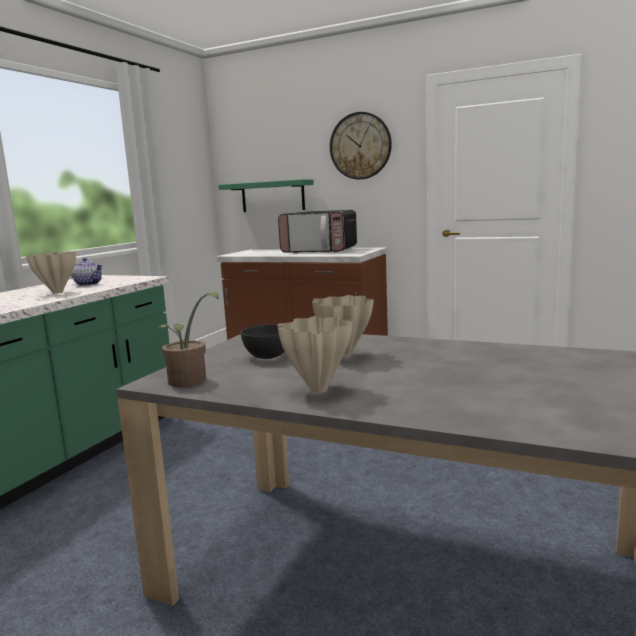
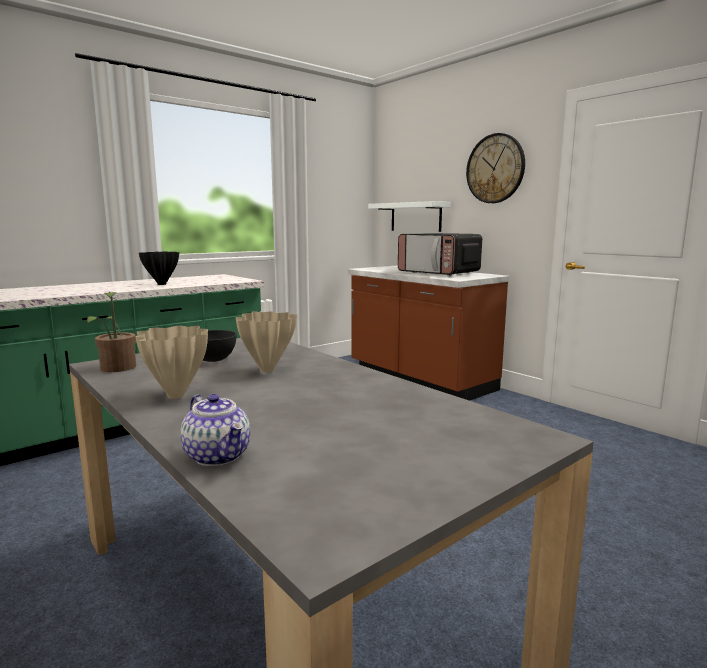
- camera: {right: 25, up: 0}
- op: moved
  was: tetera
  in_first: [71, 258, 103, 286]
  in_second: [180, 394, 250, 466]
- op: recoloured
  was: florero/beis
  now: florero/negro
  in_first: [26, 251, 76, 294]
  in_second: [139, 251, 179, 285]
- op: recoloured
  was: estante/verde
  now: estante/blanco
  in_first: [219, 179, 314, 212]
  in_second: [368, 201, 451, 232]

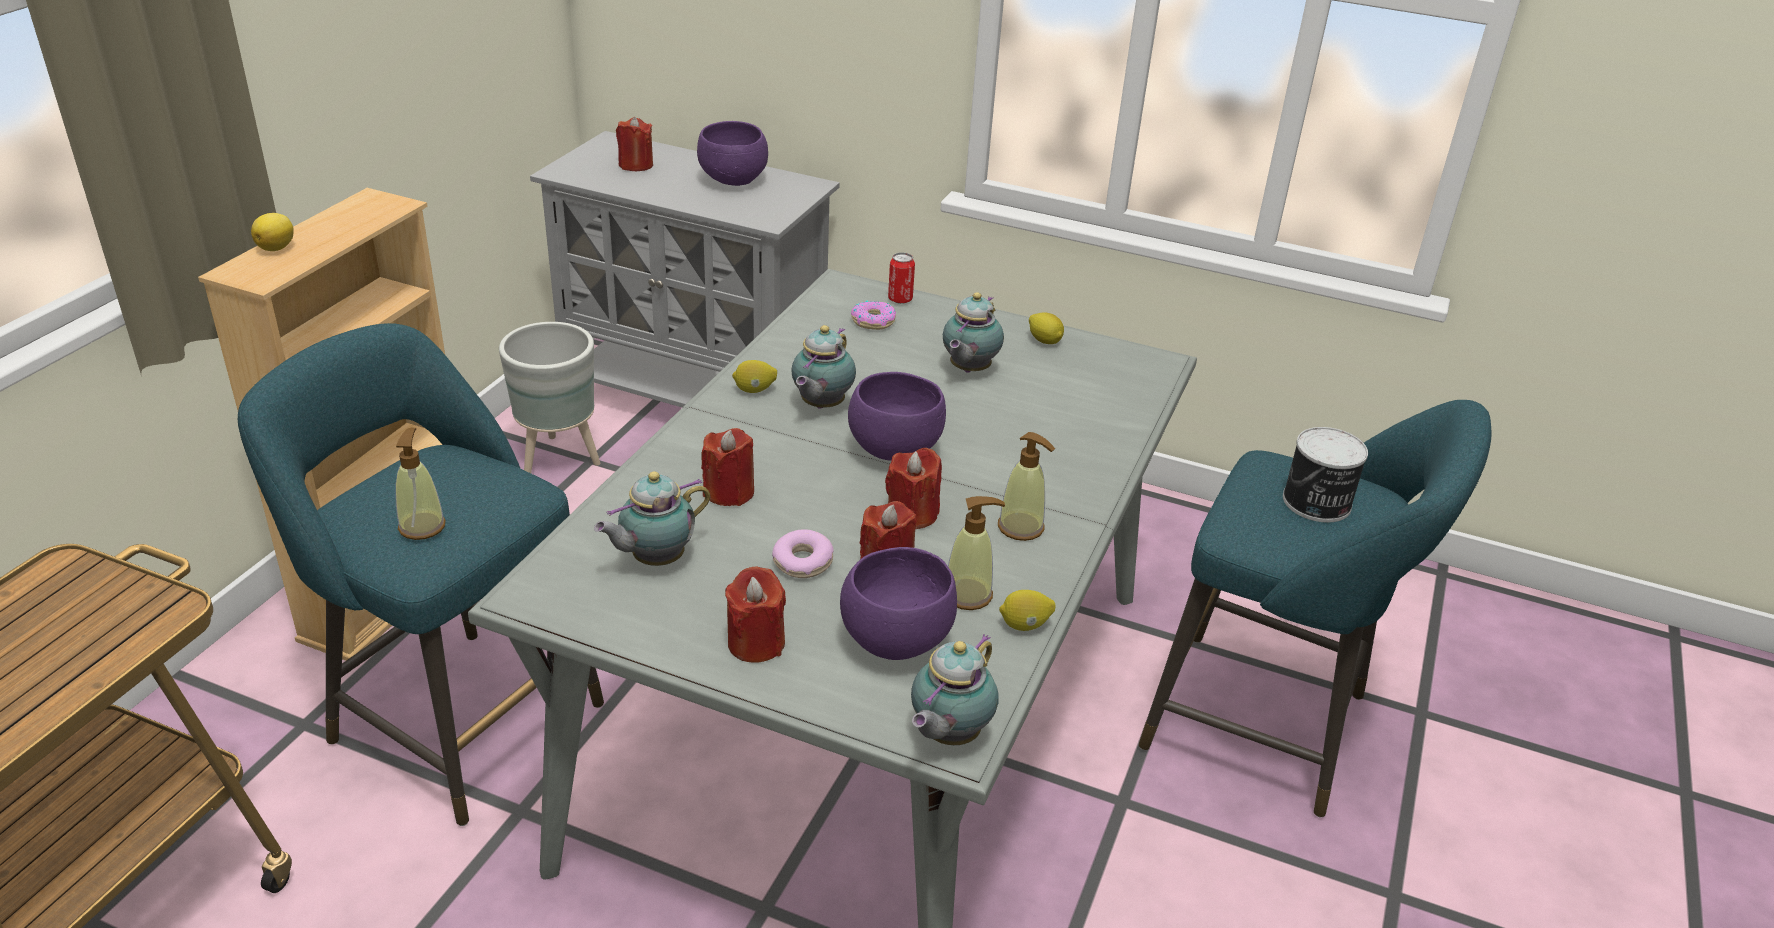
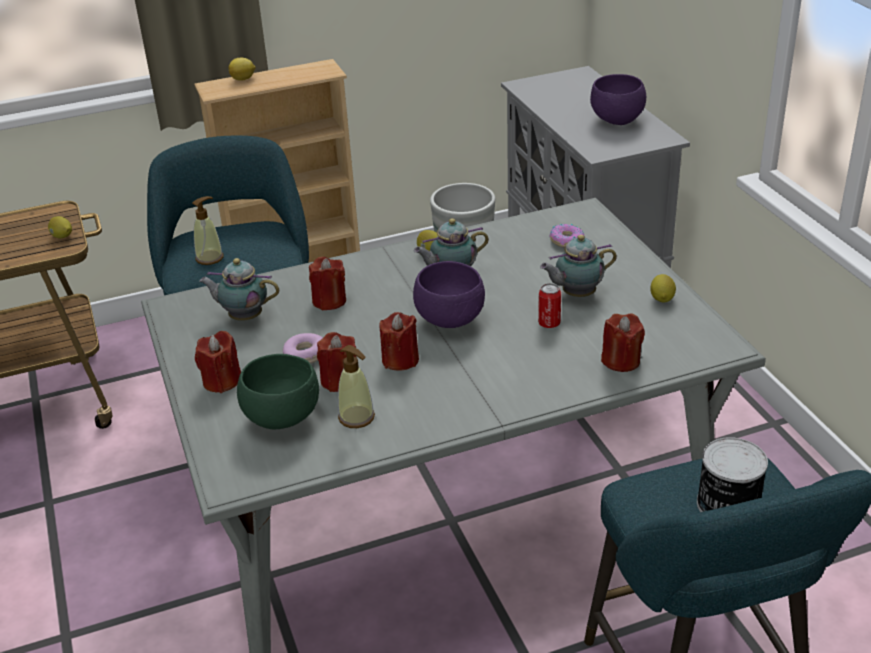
- camera: {right: 50, up: 0}
- op: removed
  was: tetera
  in_first: [911, 634, 999, 745]
- op: removed
  was: dispensador de jabón
  in_first: [998, 432, 1055, 541]
- op: moved
  was: vela/rojo
  in_first: [616, 117, 653, 171]
  in_second: [601, 313, 645, 372]
- op: moved
  was: lata
  in_first: [888, 252, 915, 304]
  in_second: [538, 283, 561, 328]
- op: moved
  was: limón
  in_first: [999, 590, 1055, 631]
  in_second: [48, 216, 72, 238]
- op: recoloured
  was: cuenco/morado
  now: cuenco/verde
  in_first: [840, 547, 957, 660]
  in_second: [237, 354, 319, 430]

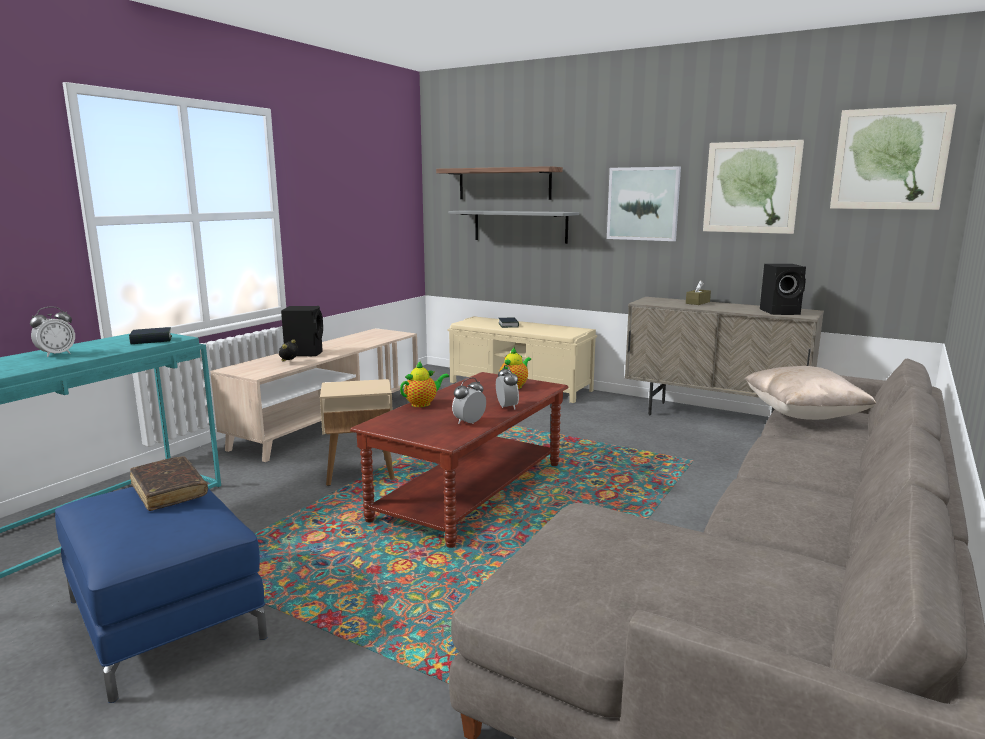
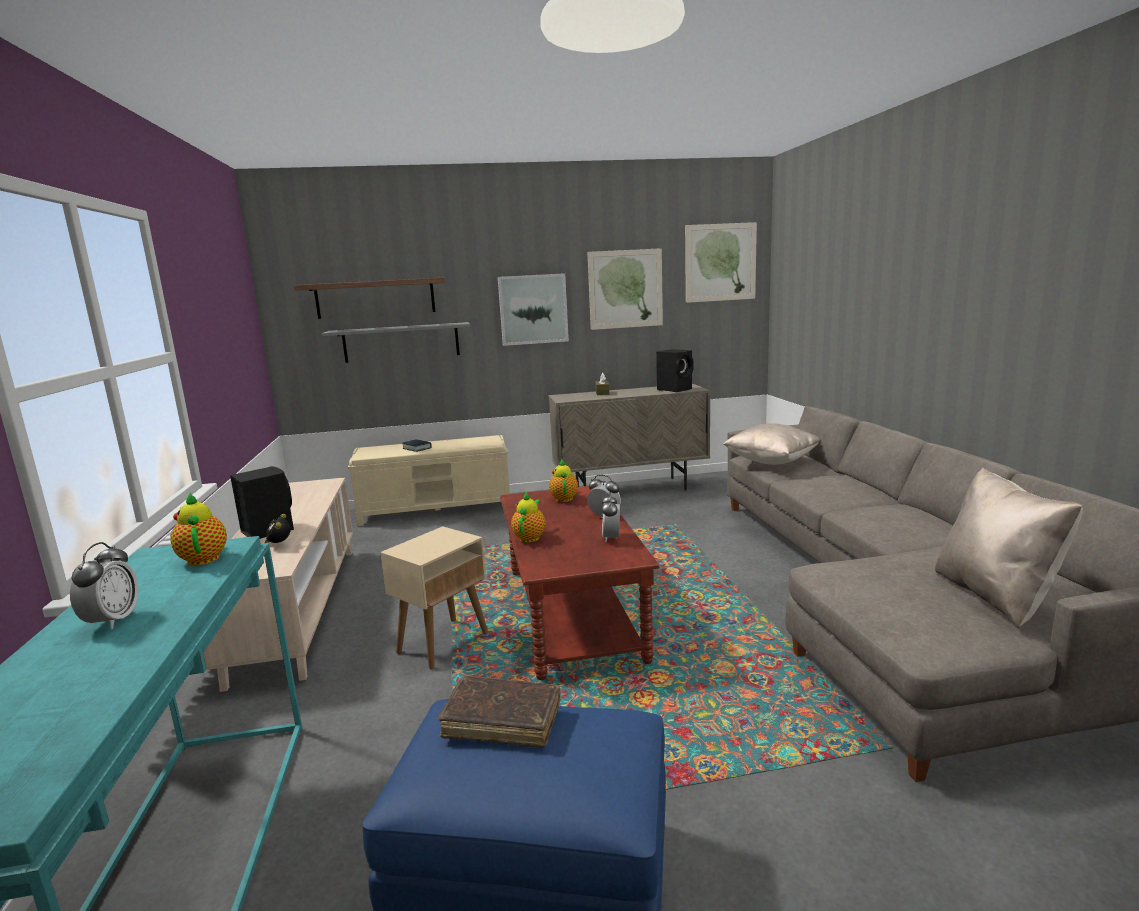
- camera: {right: -40, up: 0}
- op: added
  now: cojín/beis
  in_second: [935, 467, 1083, 628]
- op: replaced
  was: libro
  now: tetera
  in_first: [129, 327, 172, 344]
  in_second: [170, 492, 227, 566]

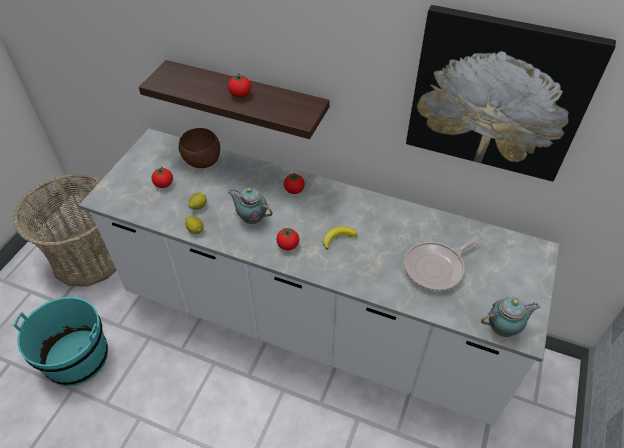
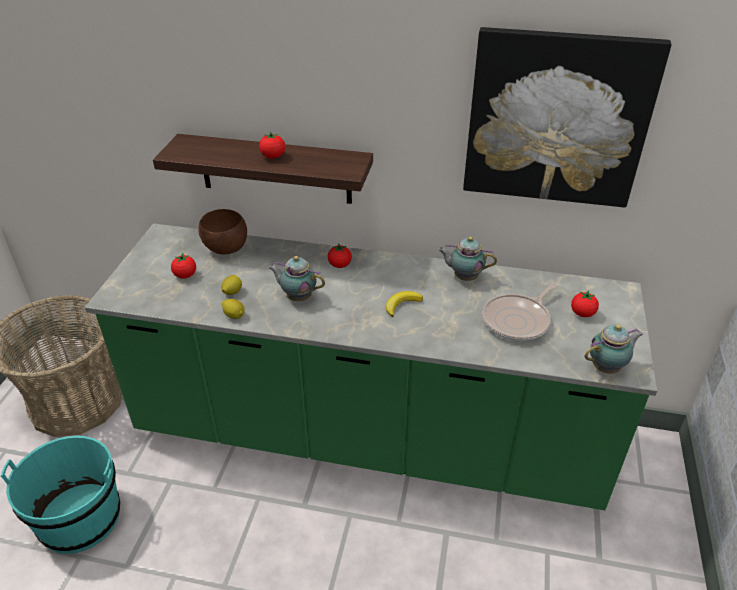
- camera: {right: -10, up: -10}
- op: added
  now: tetera
  in_second: [438, 237, 497, 281]
- op: moved
  was: tomate
  in_first: [276, 228, 299, 250]
  in_second: [571, 290, 599, 317]
- op: recoloured
  was: mueble bajo de cocina/blanco
  now: mueble bajo de cocina/verde
  in_first: [79, 129, 560, 426]
  in_second: [85, 224, 657, 510]

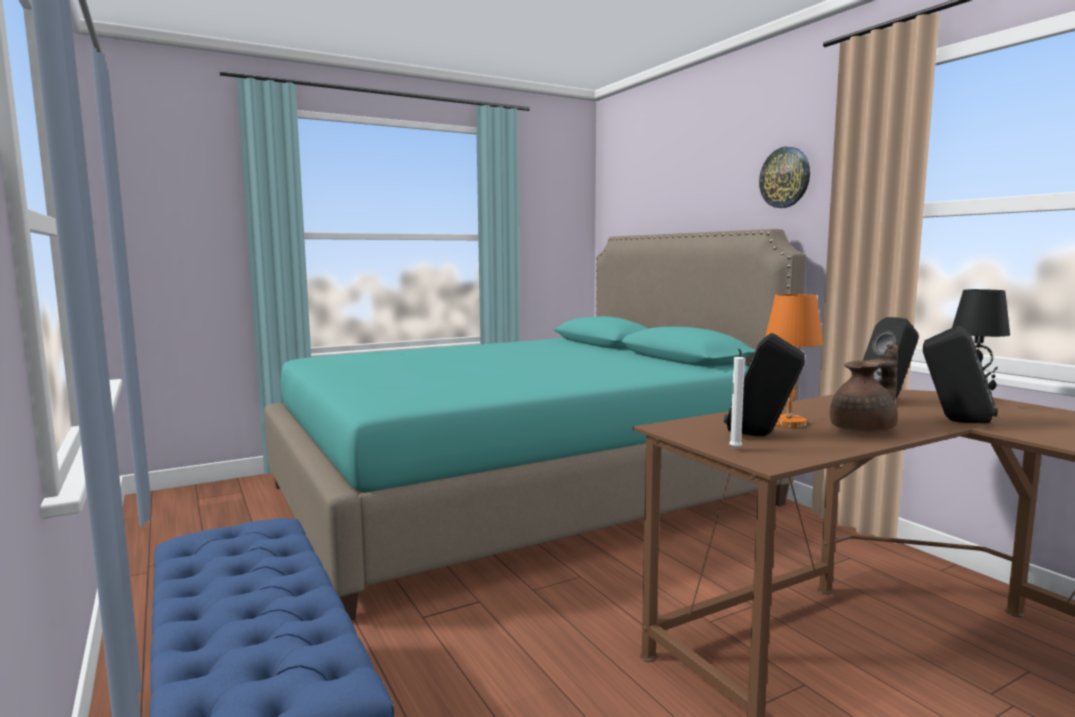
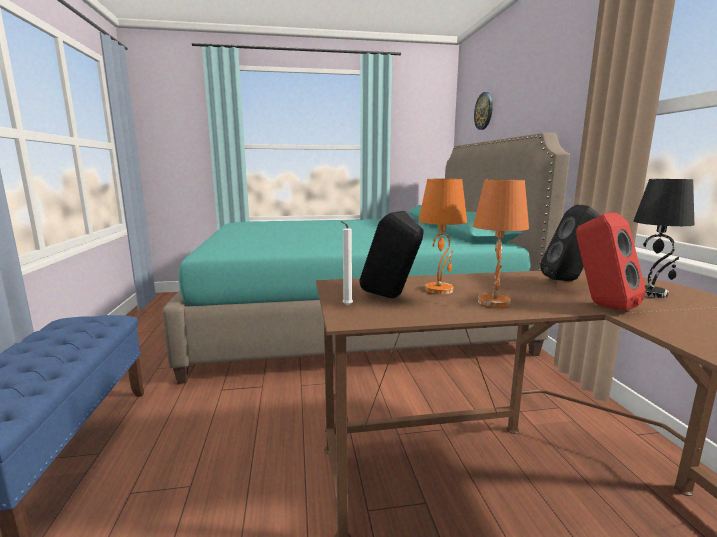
- camera: {right: 20, up: 5}
- op: moved
  was: reloj de pared
  in_first: [759, 147, 810, 208]
  in_second: [474, 92, 493, 130]
- op: replaced
  was: tetera/marrón
  now: lámpara de mesa/naranja
  in_first: [830, 344, 898, 433]
  in_second: [473, 179, 529, 308]
- op: recoloured
  was: altavoz/negro
  now: altavoz/rojo
  in_first: [923, 326, 998, 423]
  in_second: [576, 213, 646, 311]

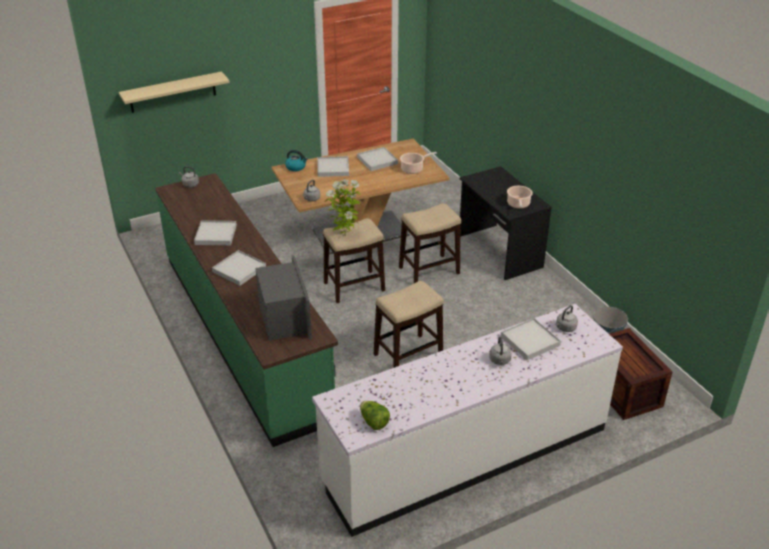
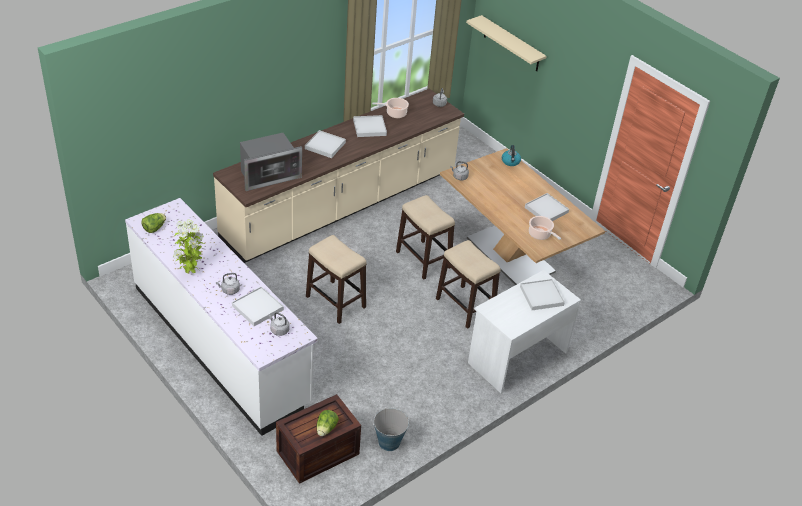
- camera: {right: 75, up: 5}
- op: added
  now: lechuga
  in_second: [317, 410, 339, 436]
- op: moved
  was: bandeja/blanco
  in_first: [318, 156, 349, 177]
  in_second: [520, 279, 565, 310]
- op: moved
  was: planta en maceta
  in_first: [325, 179, 360, 235]
  in_second: [173, 219, 205, 274]
- op: moved
  was: olla
  in_first: [507, 186, 533, 209]
  in_second: [372, 98, 409, 118]
- op: recoloured
  was: mueble bajo de cocina/verde
  now: mueble bajo de cocina/beis
  in_first: [155, 173, 338, 447]
  in_second: [213, 89, 464, 263]
- op: recoloured
  was: escritorio/negro
  now: escritorio/blanco
  in_first: [460, 166, 552, 280]
  in_second: [468, 270, 581, 393]

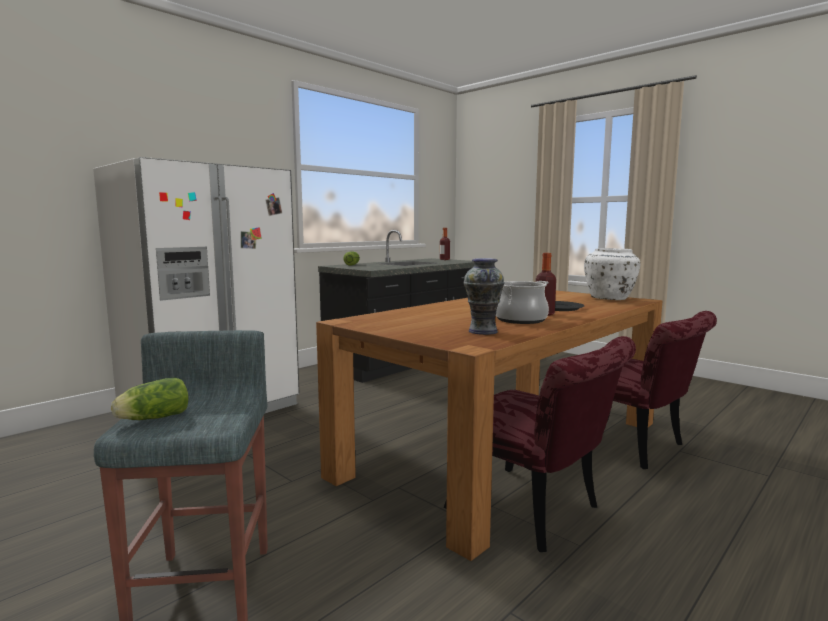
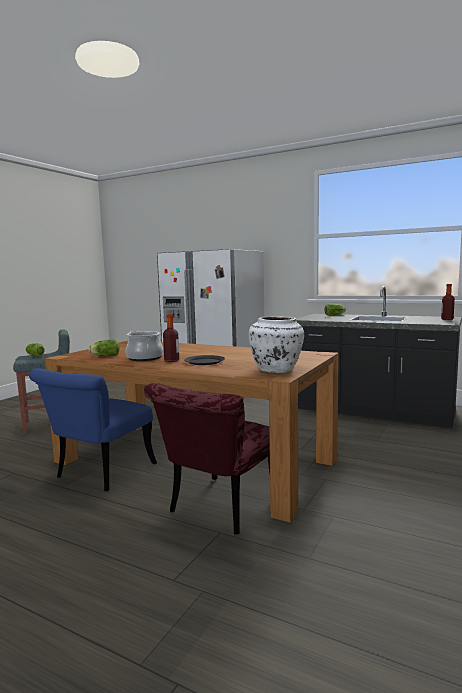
- camera: {right: 75, up: 0}
- op: replaced
  was: florero
  now: lechuga
  in_first: [463, 258, 504, 335]
  in_second: [89, 339, 119, 356]
- op: recoloured
  was: silla/rojo
  now: silla/azul
  in_first: [444, 336, 636, 552]
  in_second: [29, 368, 157, 491]

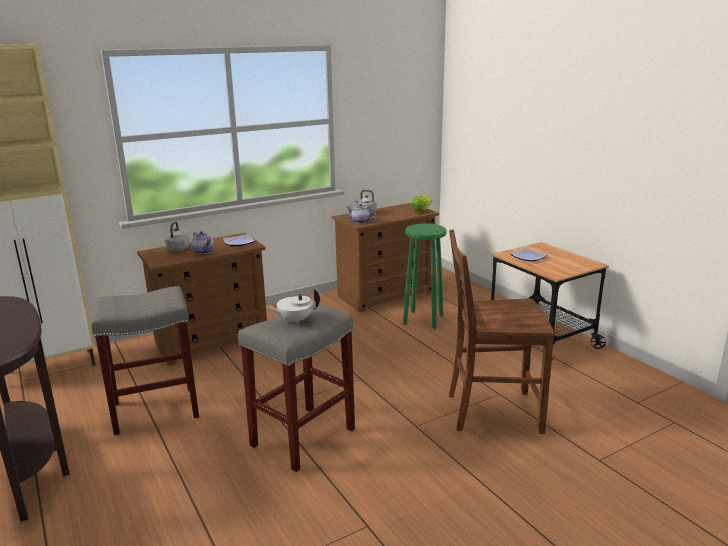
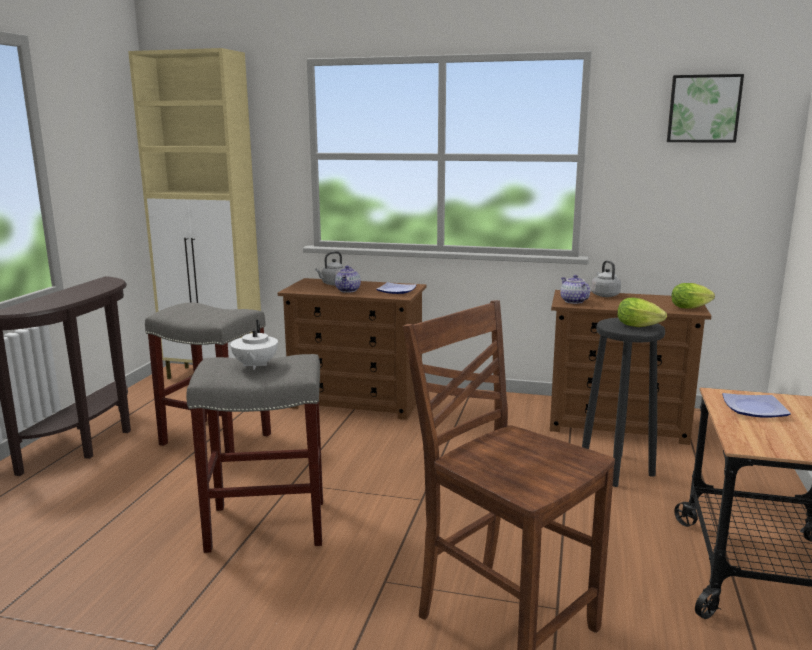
- camera: {right: 45, up: -5}
- op: added
  now: lechuga
  in_second: [617, 298, 667, 327]
- op: added
  now: cuadro
  in_second: [667, 74, 744, 142]
- op: recoloured
  was: taburete/verde
  now: taburete/negro
  in_first: [403, 223, 447, 329]
  in_second: [582, 318, 665, 487]
- op: turned
  was: tetera/blanco
  in_first: [267, 289, 320, 324]
  in_second: [230, 320, 278, 370]
  clockwise: -120

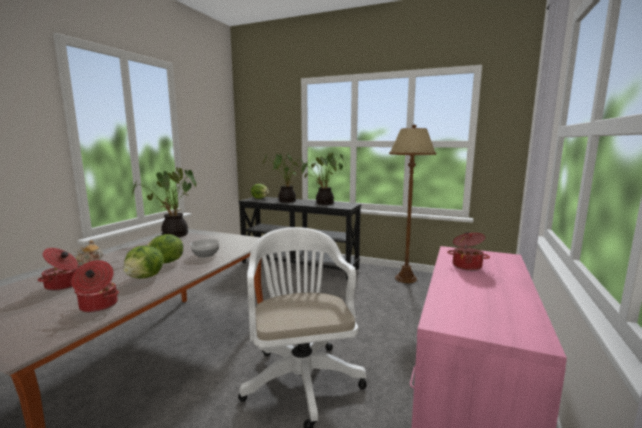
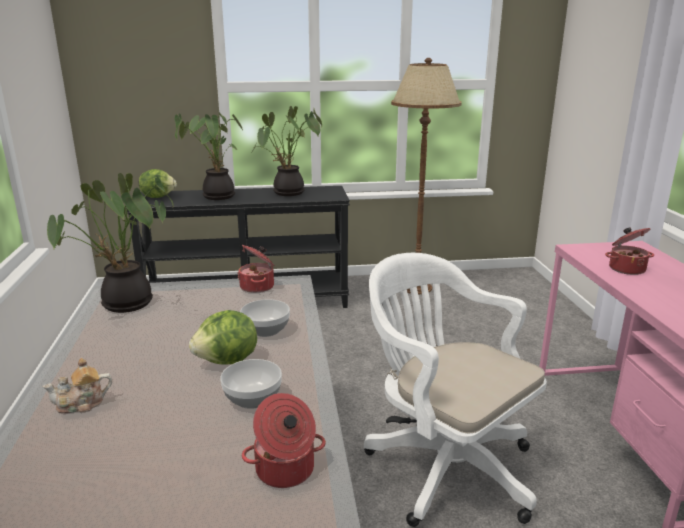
- camera: {right: -30, up: 10}
- op: moved
  was: olla
  in_first: [38, 248, 81, 291]
  in_second: [238, 245, 275, 293]
- op: replaced
  was: lechuga
  now: cuenco
  in_first: [123, 246, 164, 279]
  in_second: [220, 359, 282, 409]

